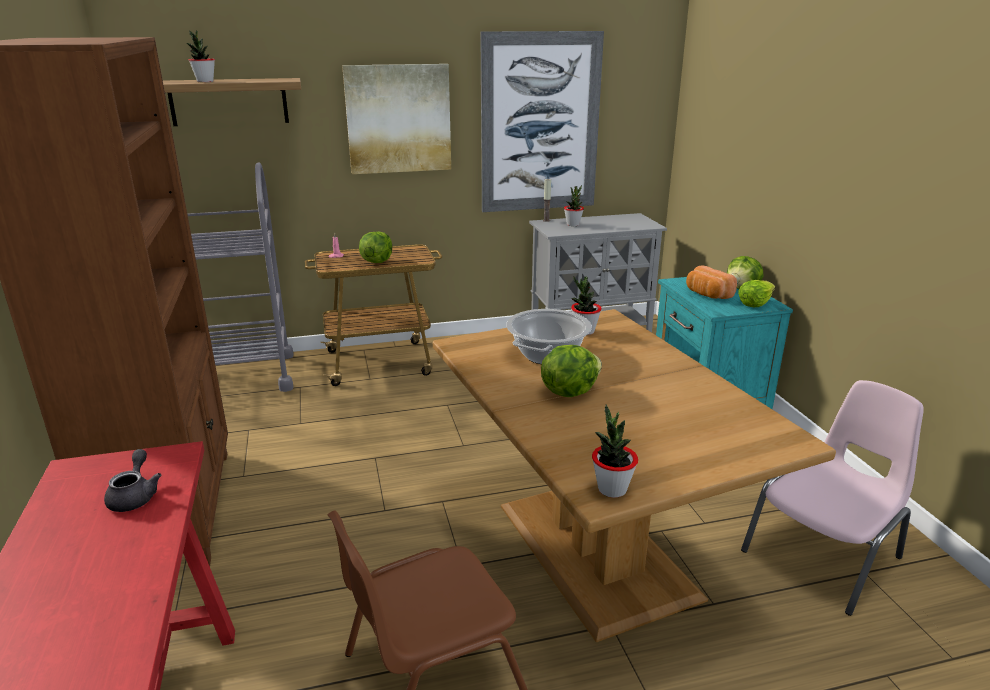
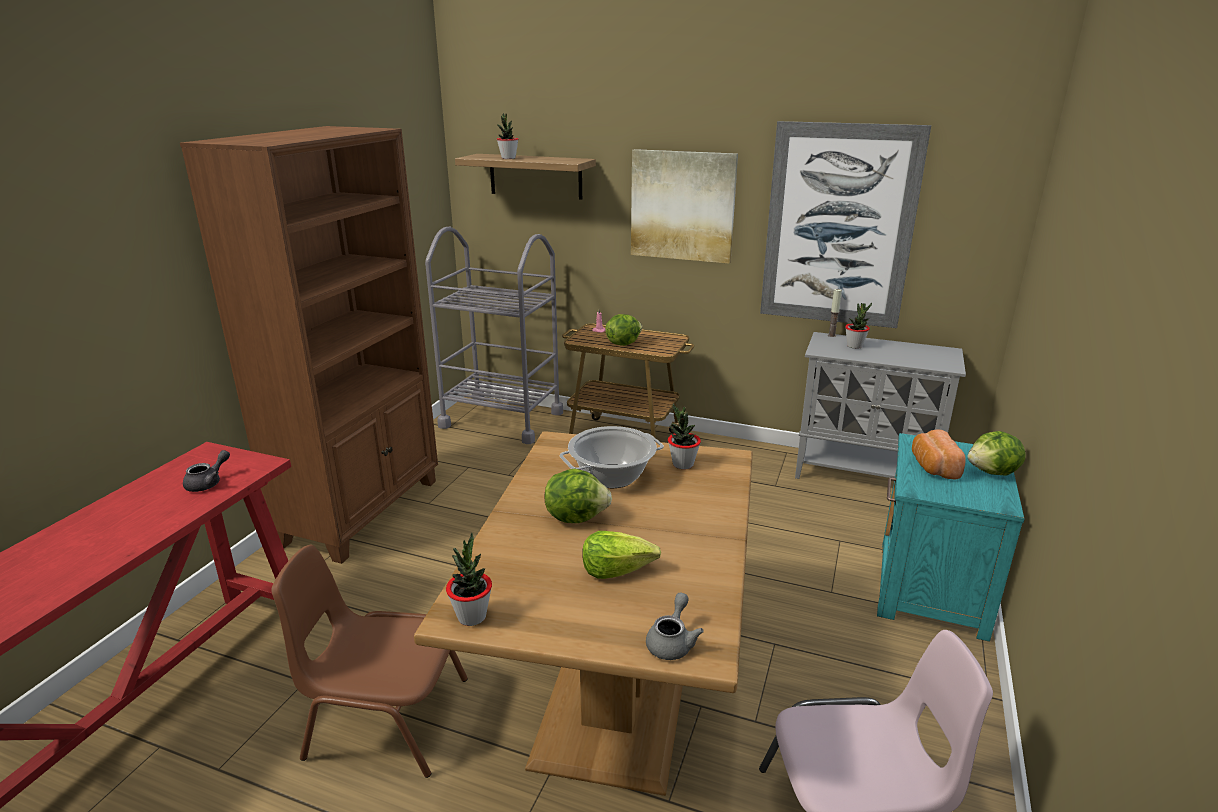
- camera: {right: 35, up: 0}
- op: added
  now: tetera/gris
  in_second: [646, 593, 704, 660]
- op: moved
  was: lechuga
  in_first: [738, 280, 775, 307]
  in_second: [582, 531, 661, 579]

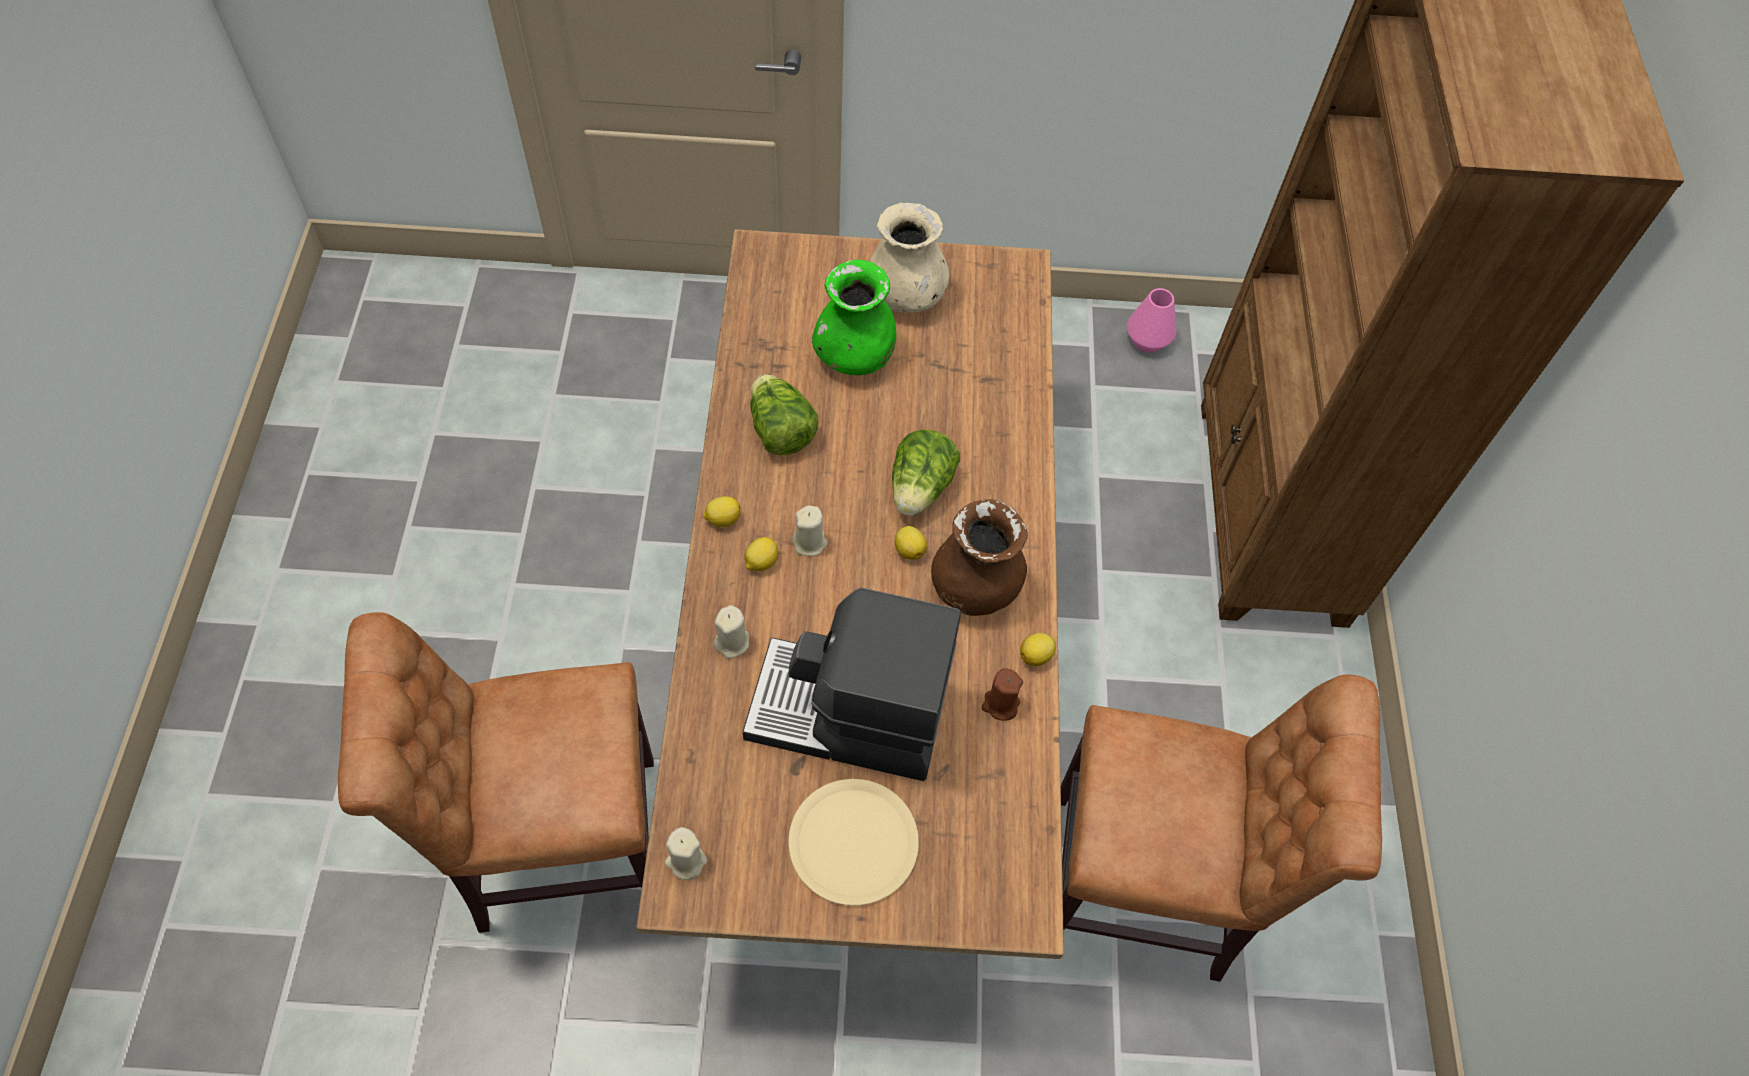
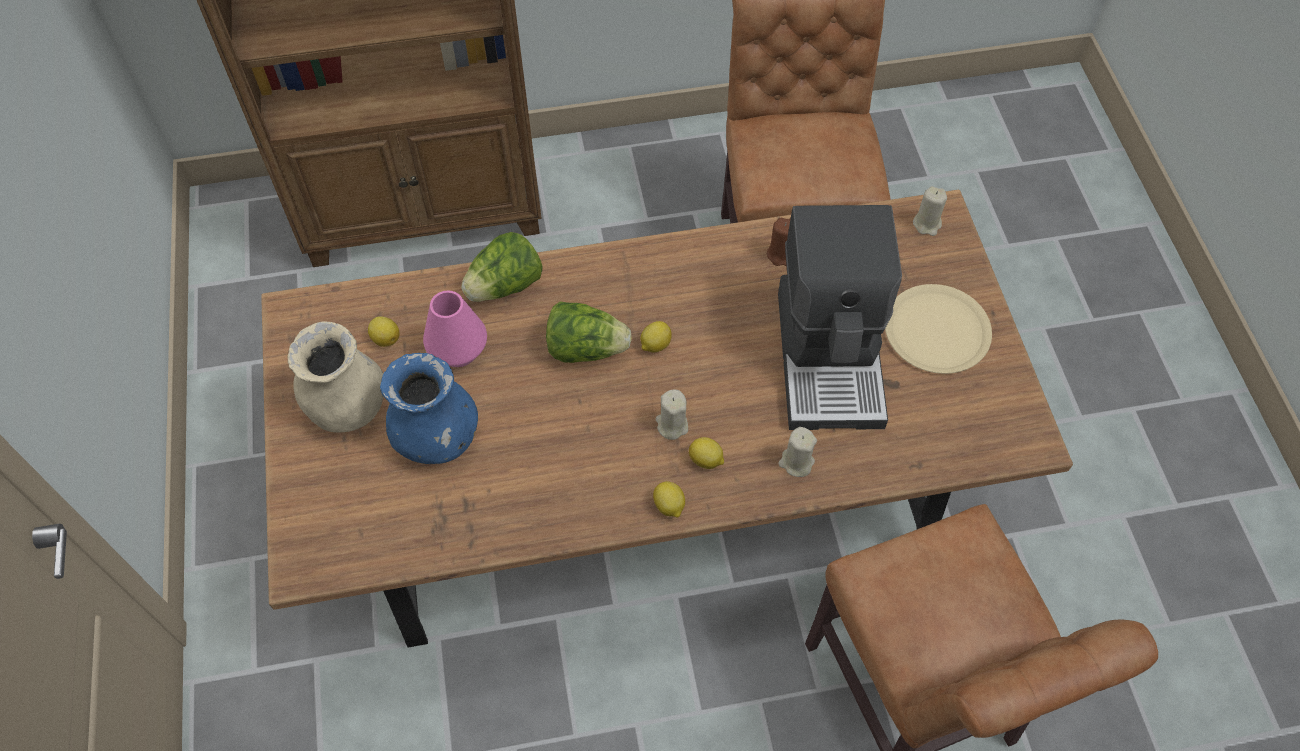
- camera: {right: -100, up: 0}
- op: removed
  was: florero/marrón
  in_first: [931, 499, 1028, 616]
- op: moved
  was: vela/beis
  in_first: [665, 827, 707, 880]
  in_second: [913, 186, 947, 236]
- op: moved
  was: lechuga
  in_first: [750, 374, 818, 455]
  in_second: [461, 232, 543, 302]
- op: moved
  was: limón
  in_first: [1020, 633, 1056, 666]
  in_second: [368, 316, 400, 347]
- op: moved
  was: florero/rosa
  in_first: [1127, 288, 1176, 353]
  in_second: [423, 291, 487, 367]
- op: recoloured
  was: florero/verde
  now: florero/azul
  in_first: [812, 259, 896, 375]
  in_second: [380, 353, 478, 464]

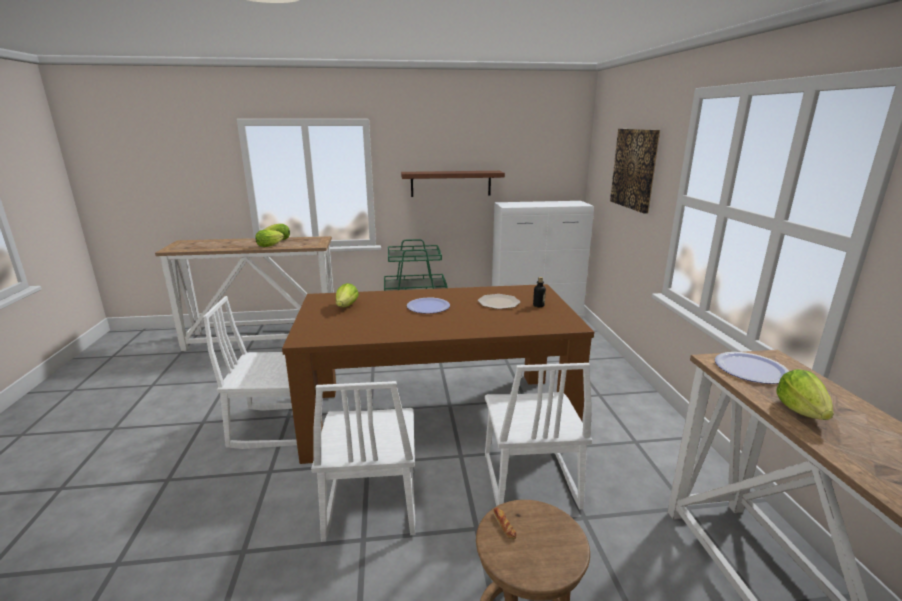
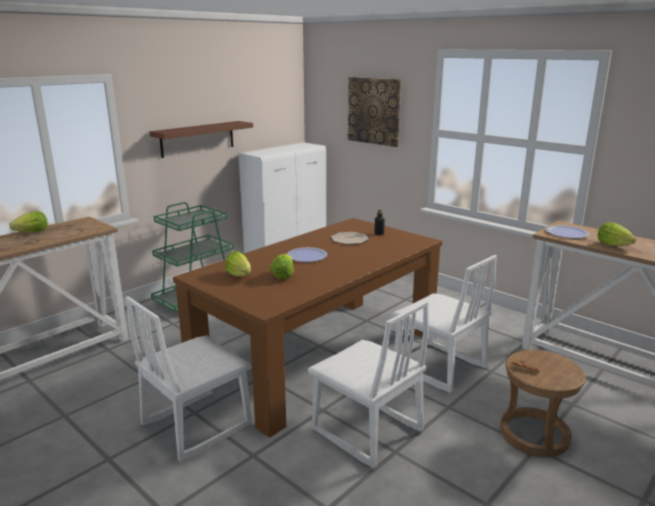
- camera: {right: -40, up: 0}
- op: moved
  was: lechuga
  in_first: [255, 230, 284, 247]
  in_second: [270, 254, 294, 279]

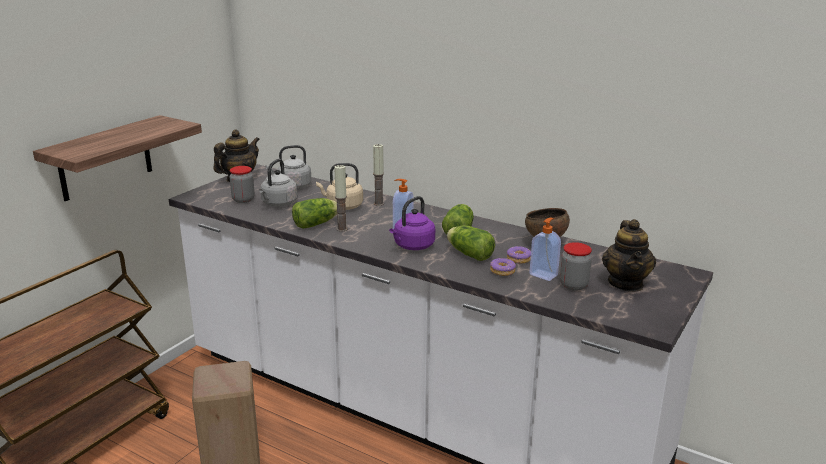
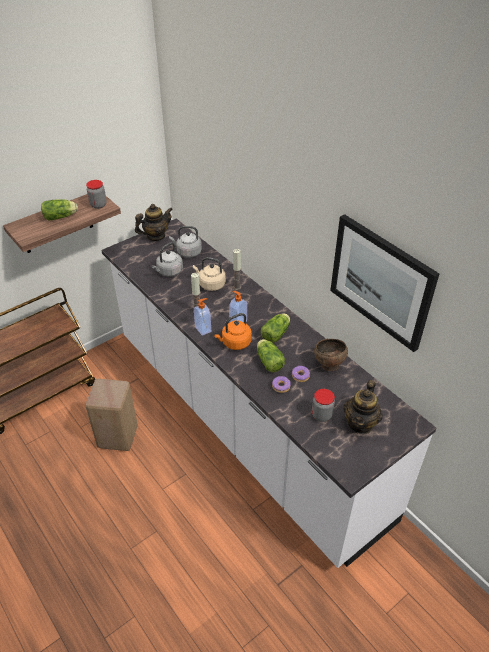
- camera: {right: 20, up: 20}
- op: added
  now: cuadro
  in_second: [330, 214, 439, 352]
- op: moved
  was: tarro
  in_first: [230, 166, 255, 203]
  in_second: [86, 180, 107, 209]
- op: moved
  was: lechuga
  in_first: [292, 198, 337, 228]
  in_second: [41, 199, 78, 220]
- op: moved
  was: dispensador de jabón
  in_first: [529, 217, 561, 281]
  in_second: [194, 298, 211, 336]
- op: recoloured
  was: hervidor/morado
  now: hervidor/naranja
  in_first: [389, 196, 435, 250]
  in_second: [214, 313, 252, 350]

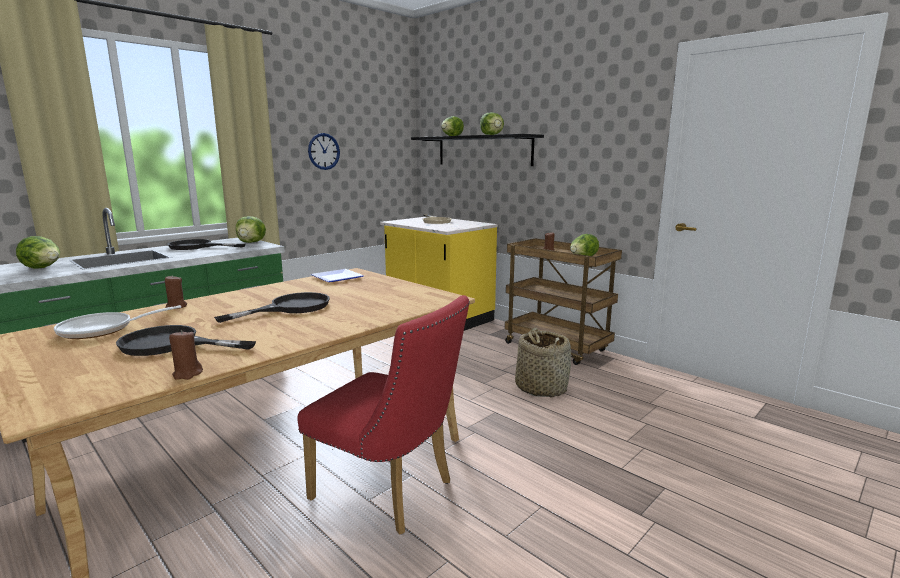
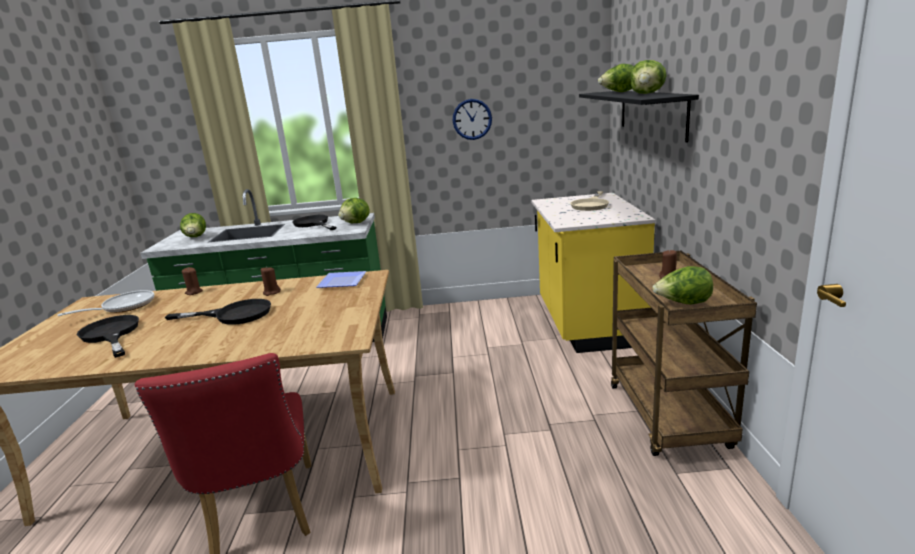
- camera: {right: 45, up: 5}
- op: removed
  was: cesta
  in_first: [515, 327, 571, 397]
- op: moved
  was: vela/marrón
  in_first: [169, 330, 203, 380]
  in_second: [261, 266, 281, 296]
- op: turned
  was: sartén
  in_first: [54, 305, 181, 339]
  in_second: [58, 290, 154, 316]
  clockwise: 120

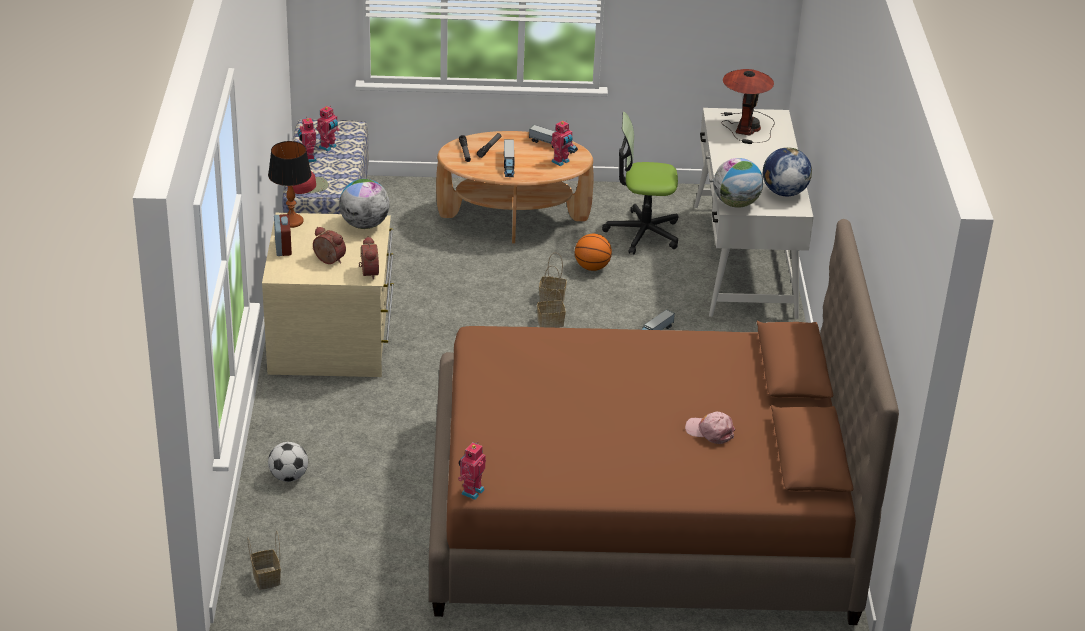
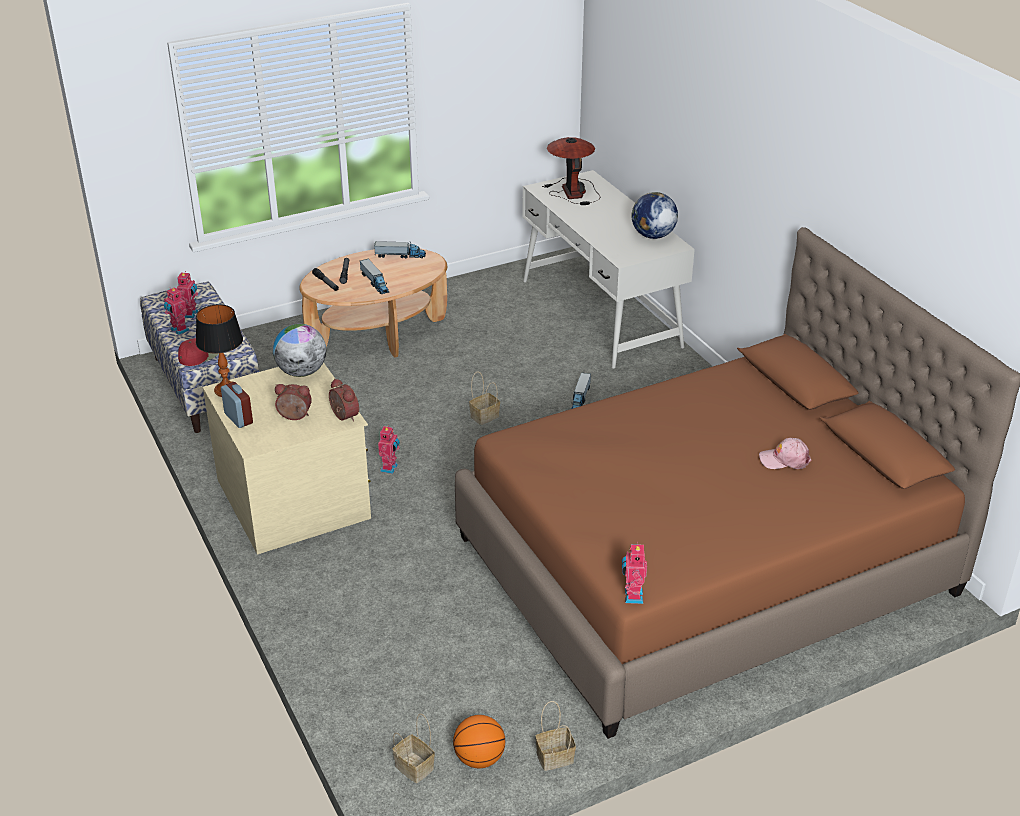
- camera: {right: -25, up: 0}
- op: removed
  was: balón de fútbol
  in_first: [268, 442, 308, 482]
- op: removed
  was: silla de oficina
  in_first: [602, 112, 678, 254]
- op: removed
  was: globo terráqueo
  in_first: [714, 158, 763, 208]
- op: moved
  was: cesta
  in_first: [539, 252, 567, 302]
  in_second: [535, 701, 576, 771]
- op: moved
  was: robot de juguete
  in_first: [551, 120, 574, 166]
  in_second: [378, 425, 400, 474]
- op: moved
  was: balón de baloncesto
  in_first: [575, 234, 612, 271]
  in_second: [453, 715, 505, 768]

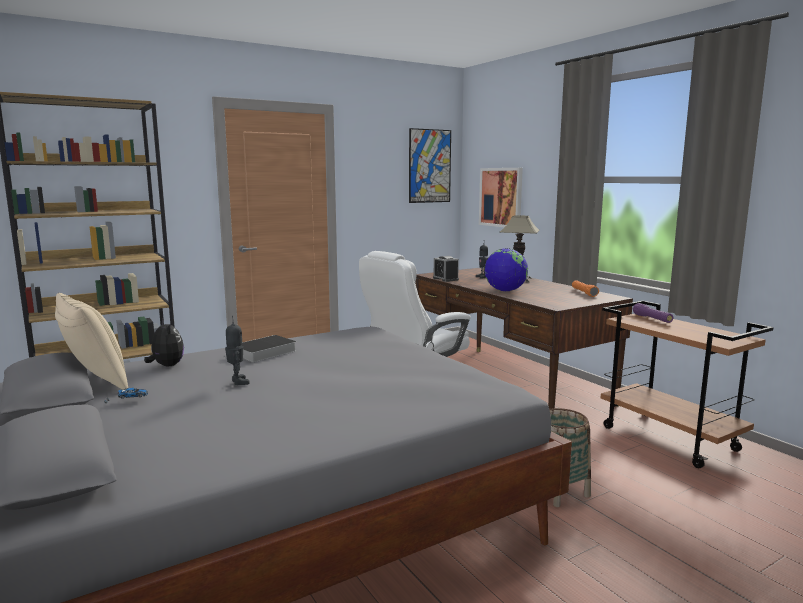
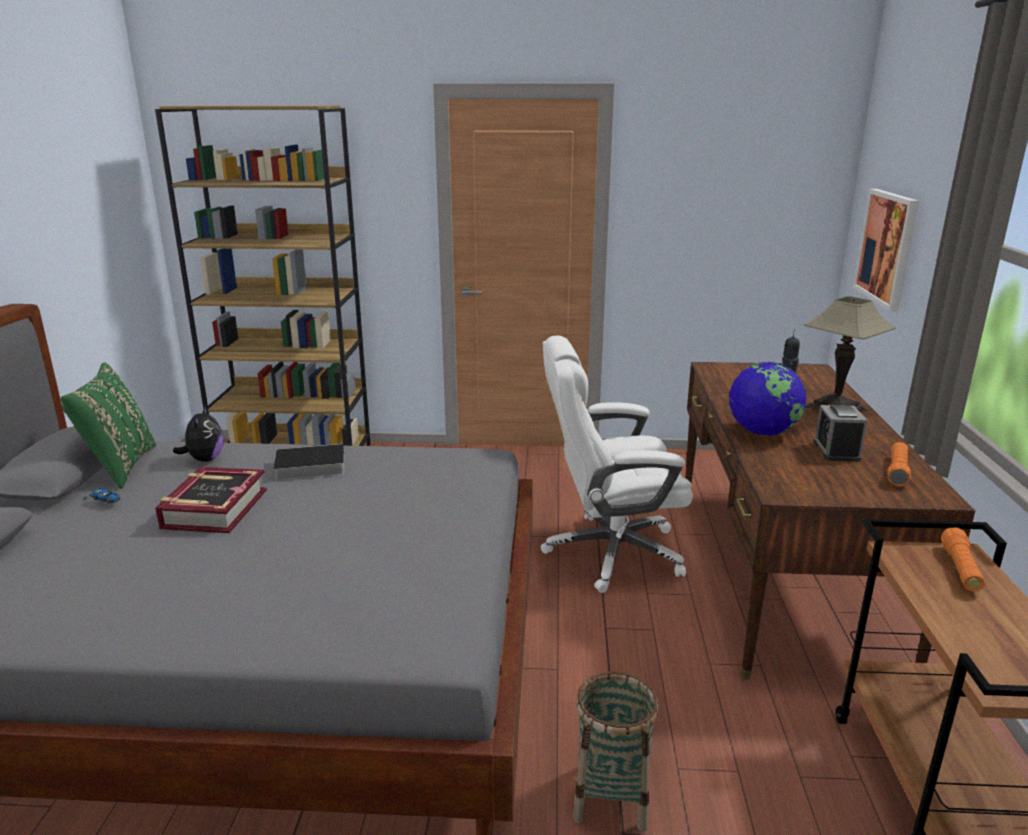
- camera: {right: 35, up: 10}
- op: removed
  was: cuadro
  in_first: [409, 128, 451, 203]
- op: moved
  was: despertador
  in_first: [433, 256, 459, 282]
  in_second: [814, 405, 868, 462]
- op: replaced
  was: robot de juguete
  now: libro
  in_first: [225, 316, 250, 385]
  in_second: [155, 467, 267, 533]
- op: recoloured
  was: cojín/beis
  now: cojín/verde
  in_first: [55, 293, 128, 390]
  in_second: [61, 362, 156, 489]
- op: recoloured
  was: linterna/morado
  now: linterna/naranja
  in_first: [633, 303, 673, 323]
  in_second: [941, 528, 985, 591]

